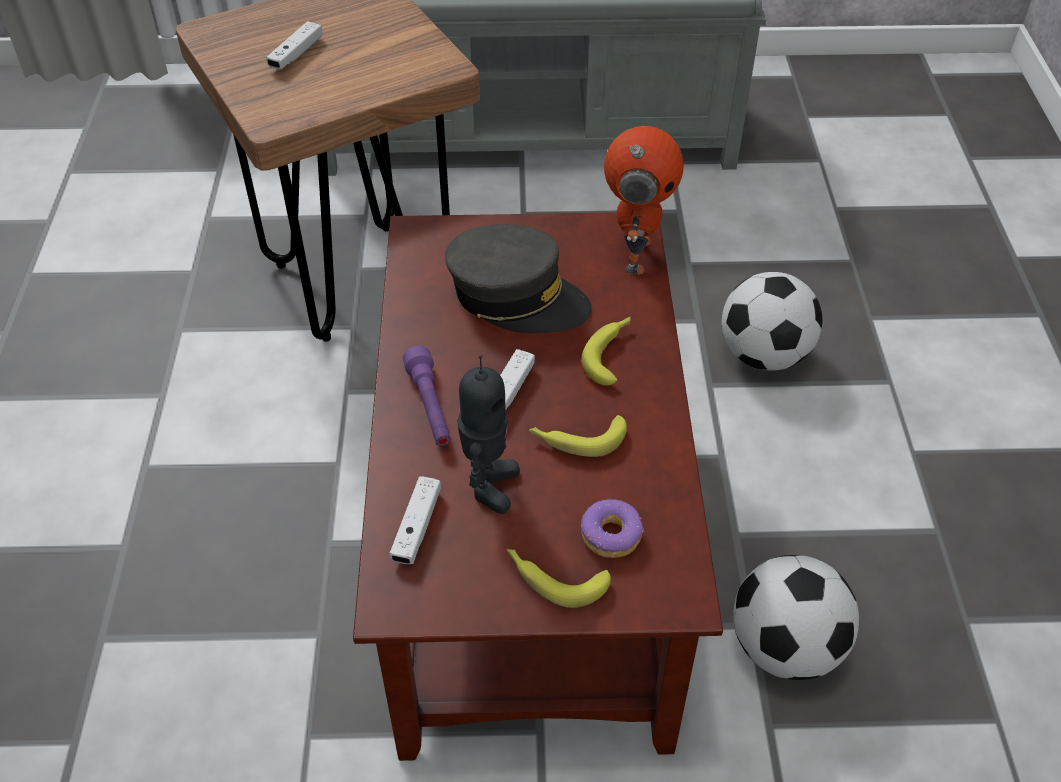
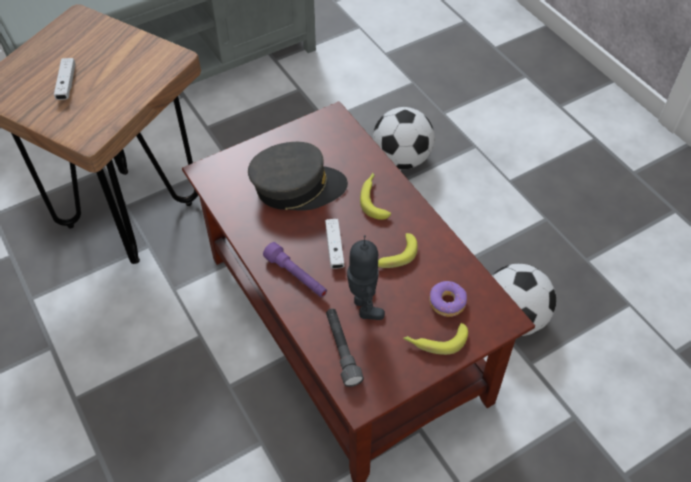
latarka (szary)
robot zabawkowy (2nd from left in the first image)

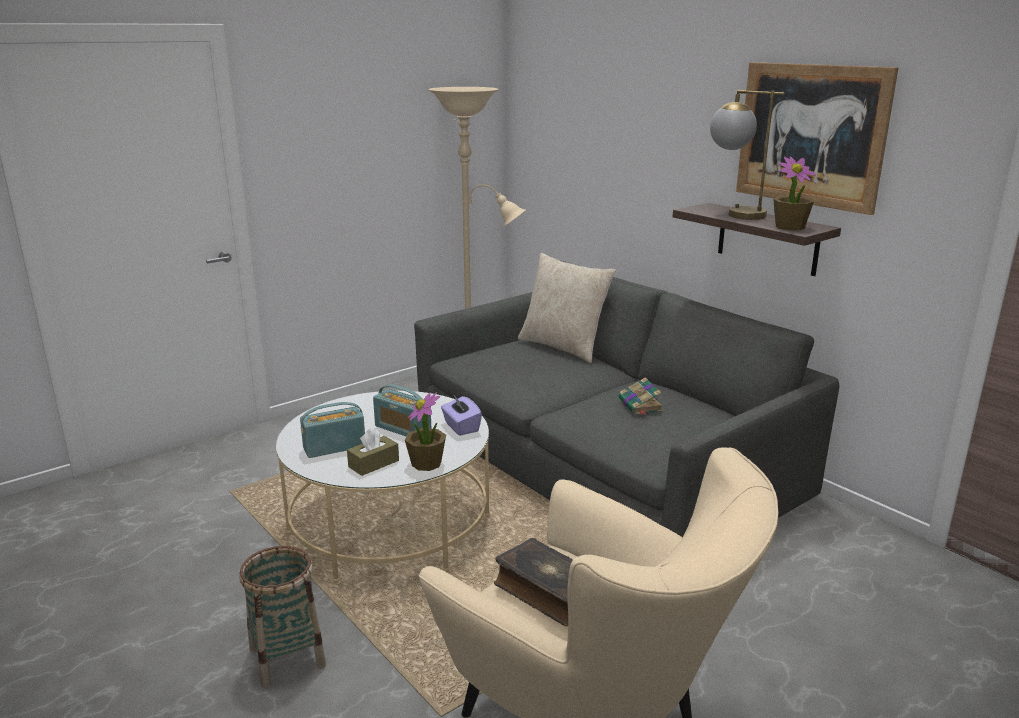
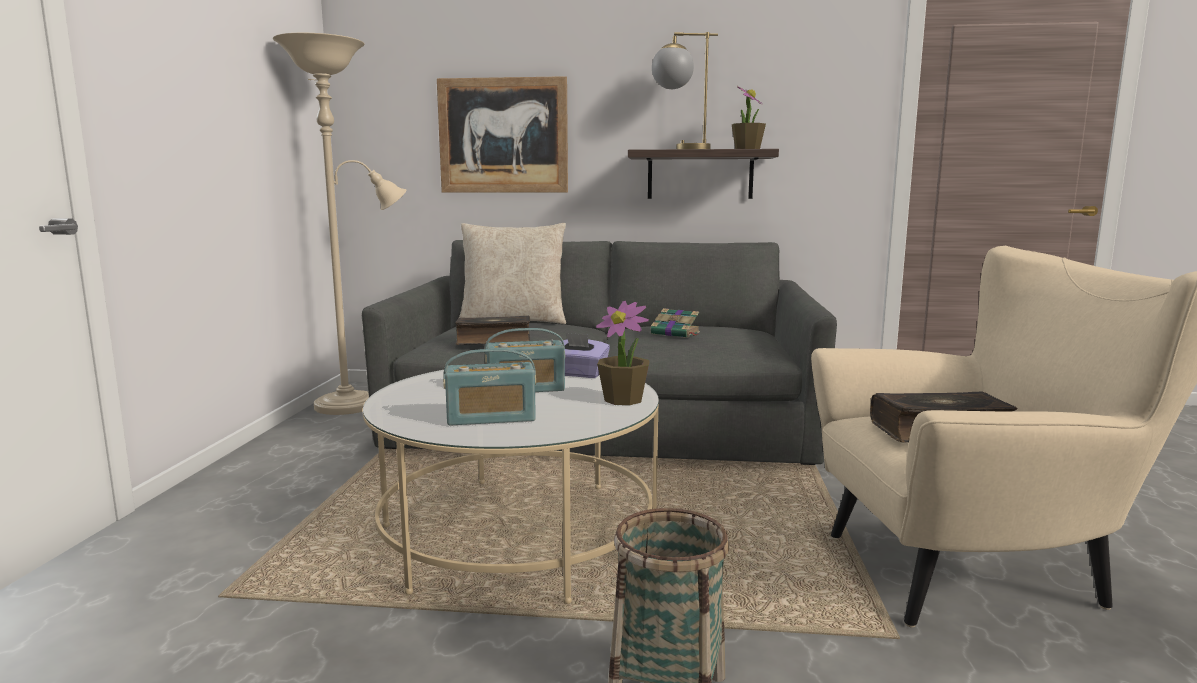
obraz
radio (1st from left)
książka (1st from left)
pudełko chusteczek (brązowy)

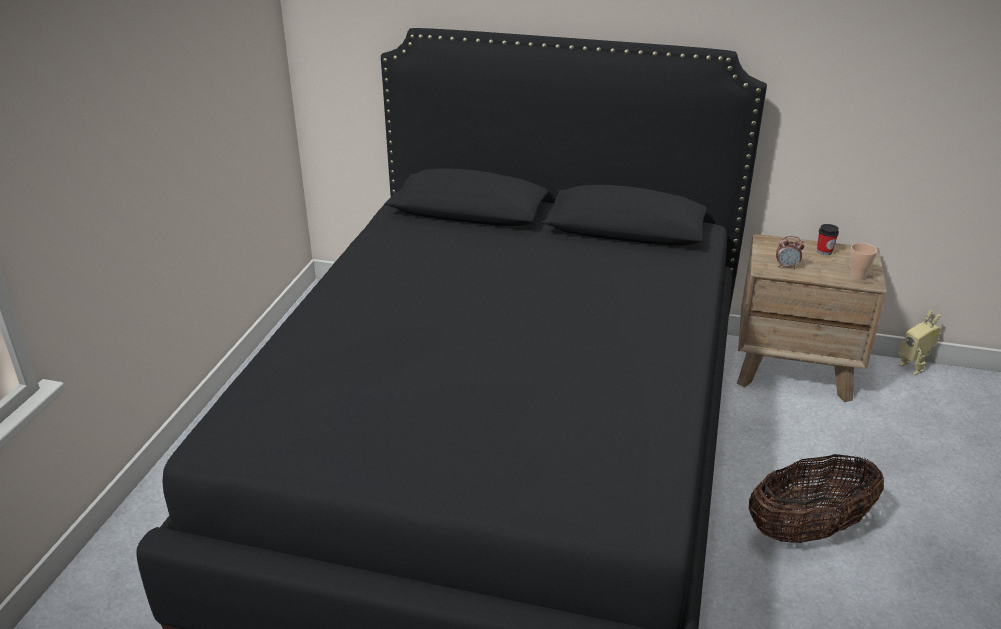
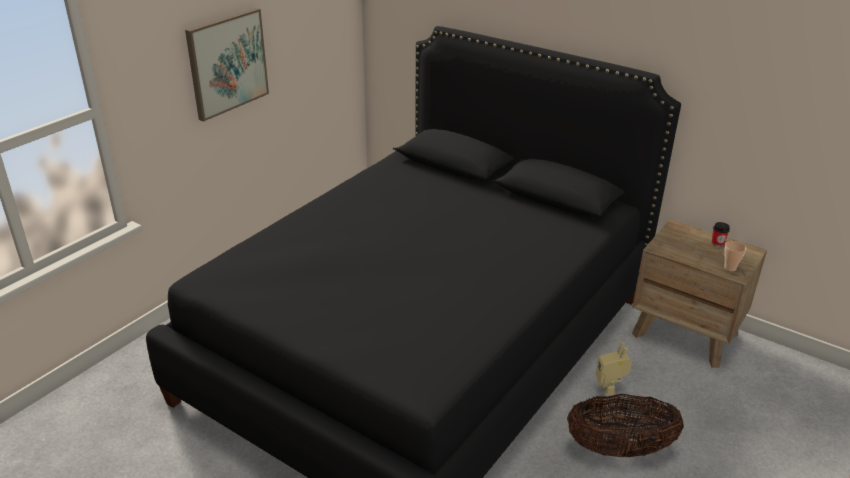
obraz
robot zabawkowy
budzik

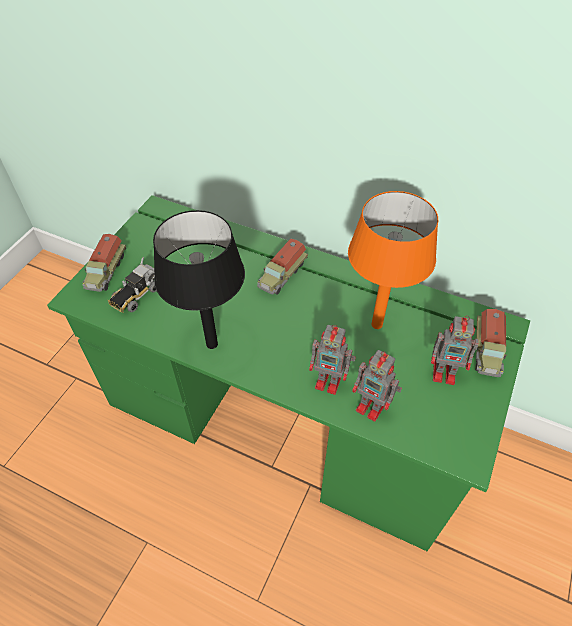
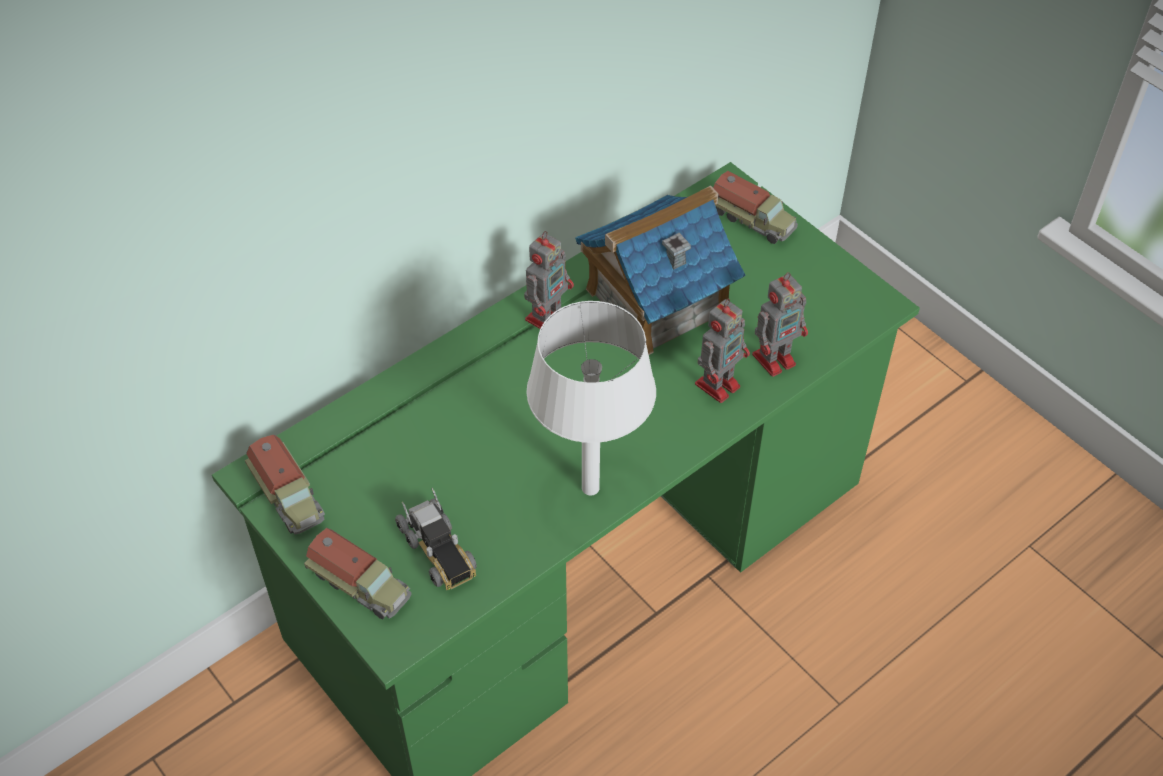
ciężarówka zabawkowa (1st from left)
robot zabawkowy (1st from left)
lampa stołowa (biały)
domek

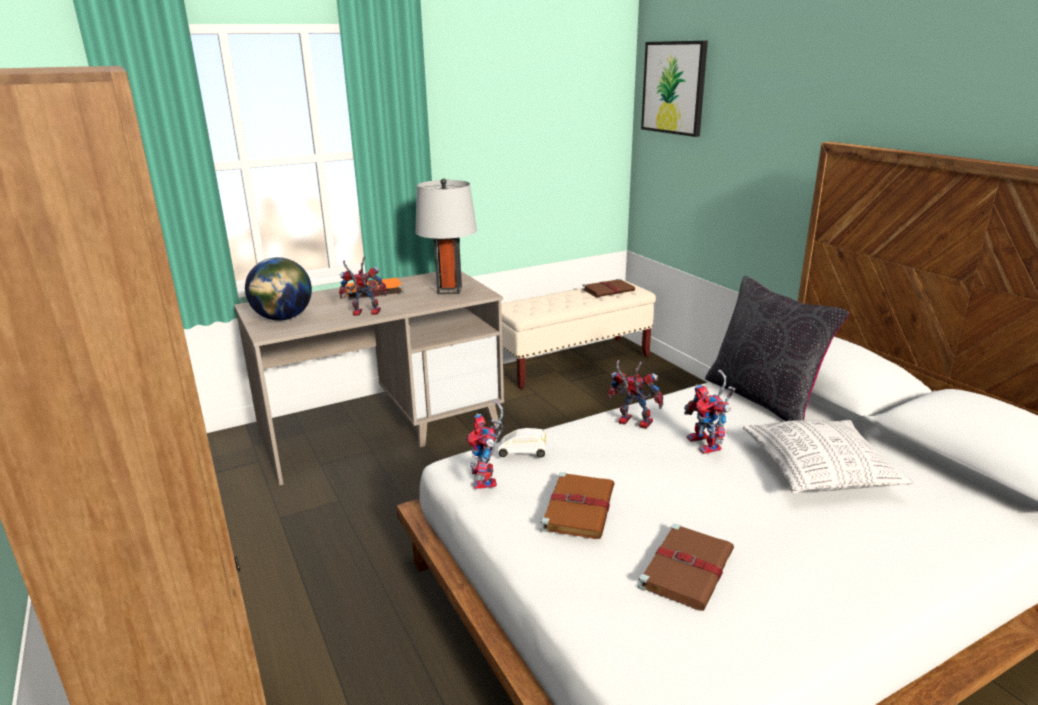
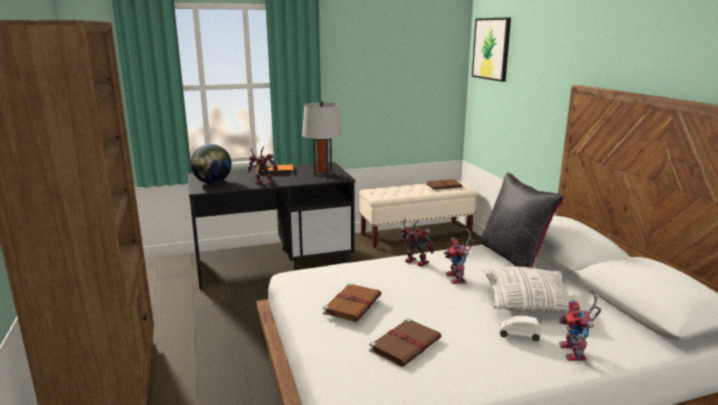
biurko (czarny)
samochodzik (biały)
robot zabawkowy (4th from left)

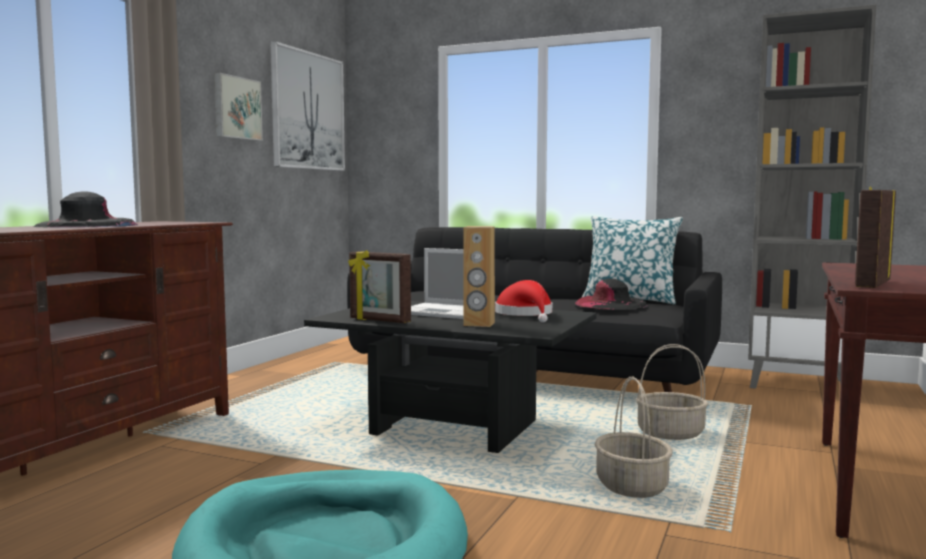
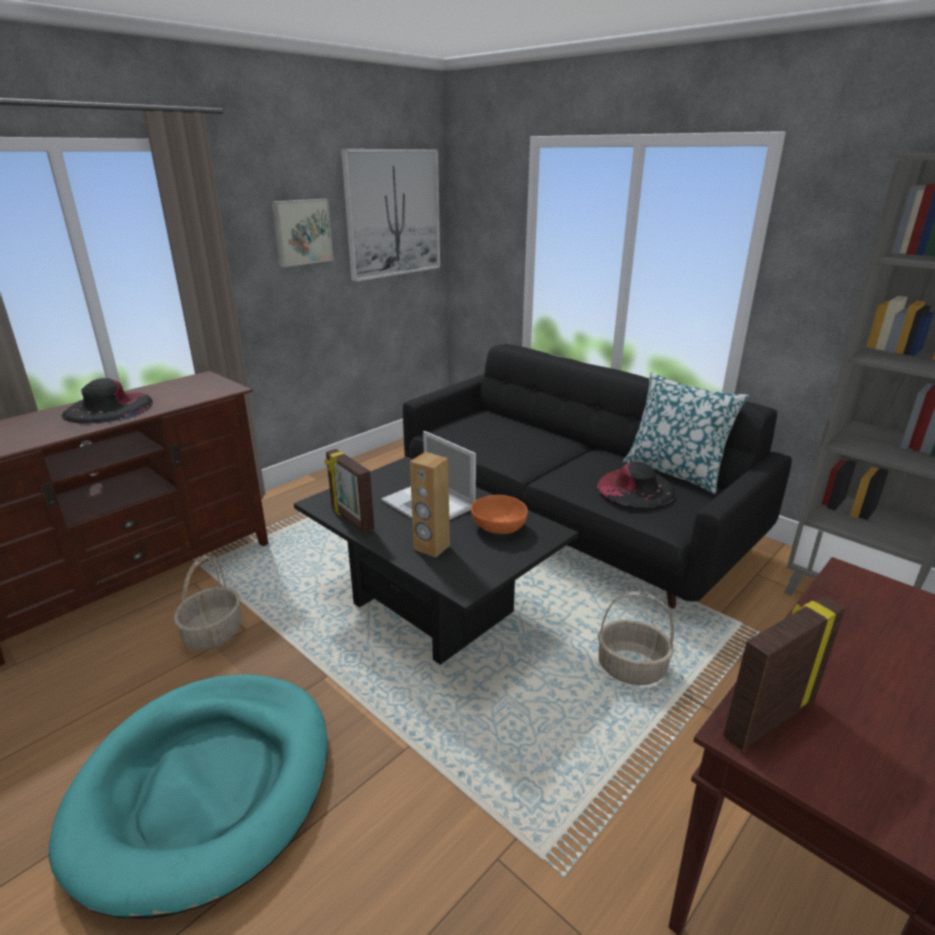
koszyk (1st from left)
miska (pomarańczowy)

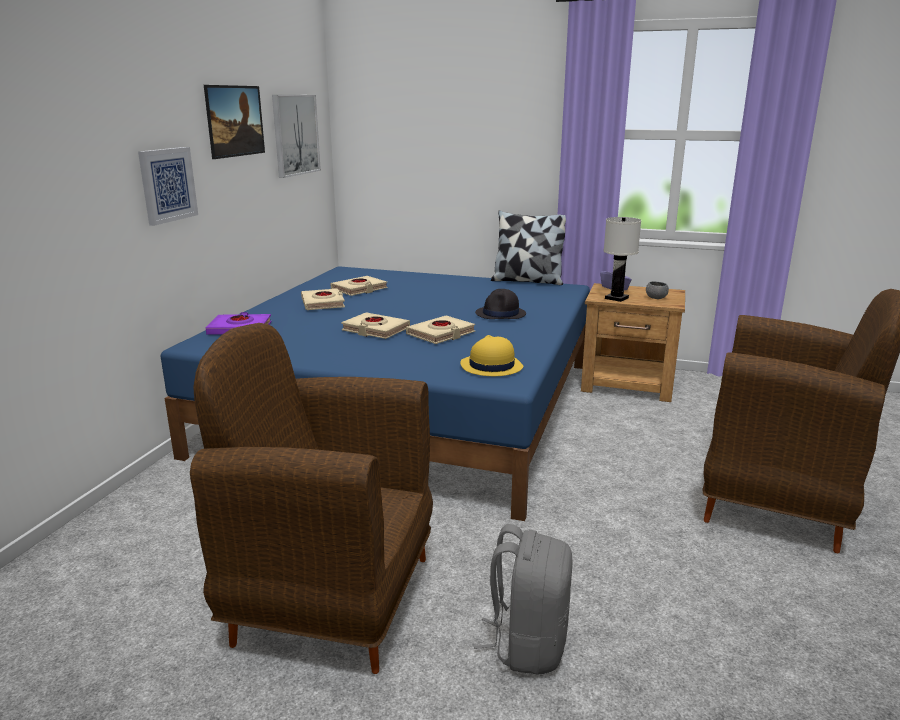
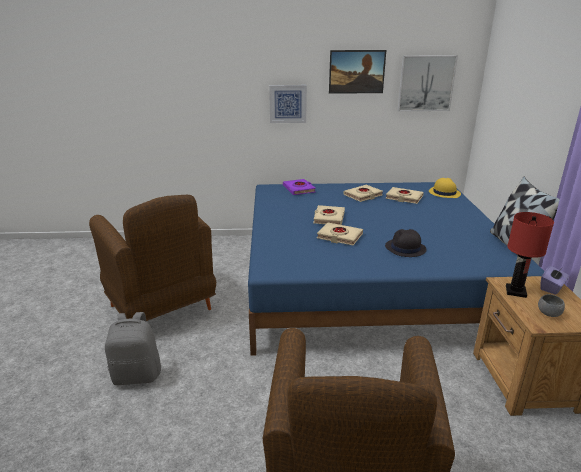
fotel (brązowy) (1st from left)
kapelusz (żółty)
lampa stołowa (czerwony)

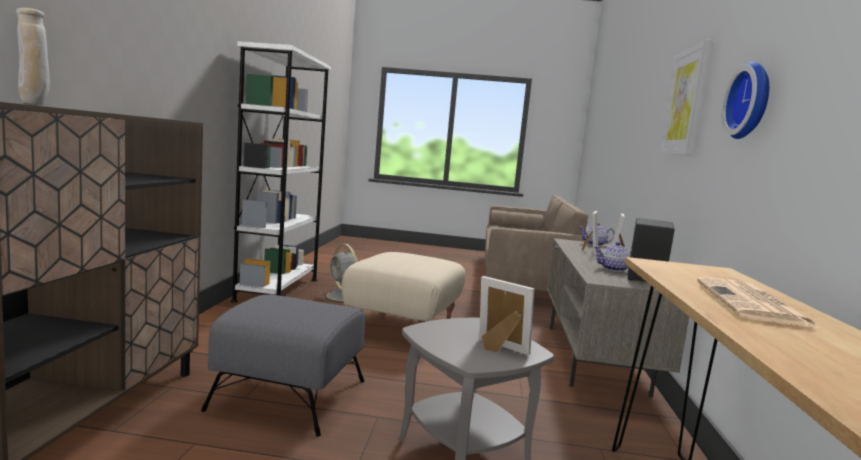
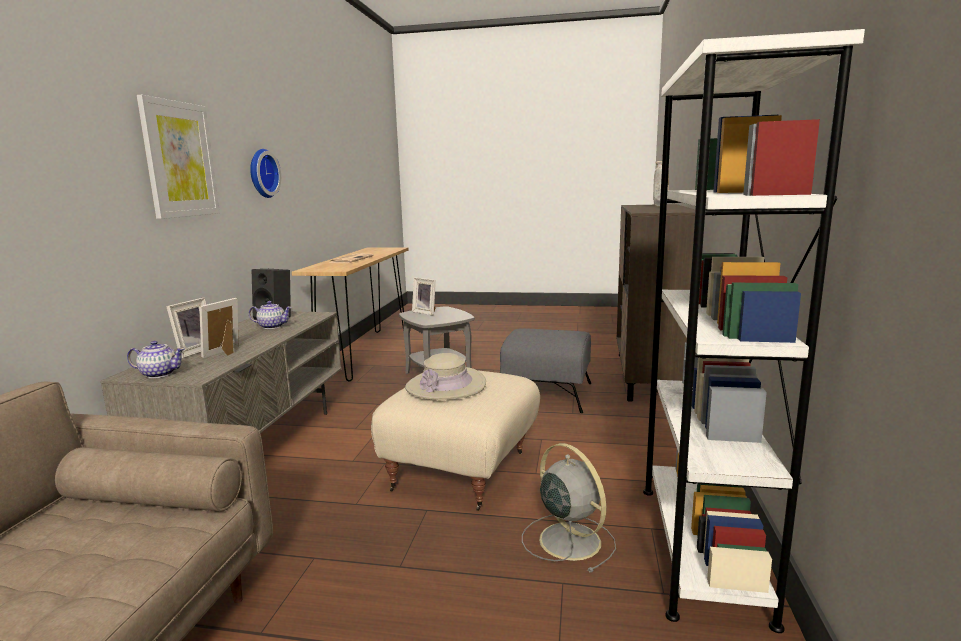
kapelusz (beżowy)

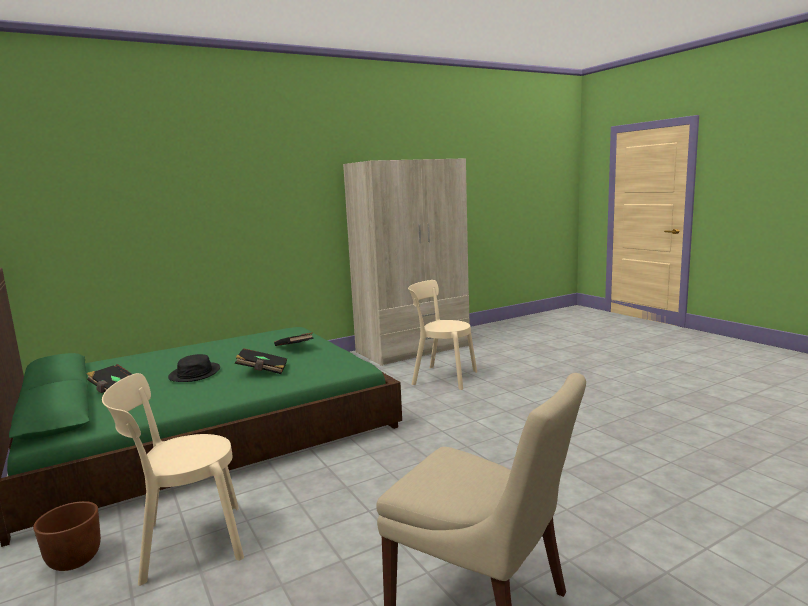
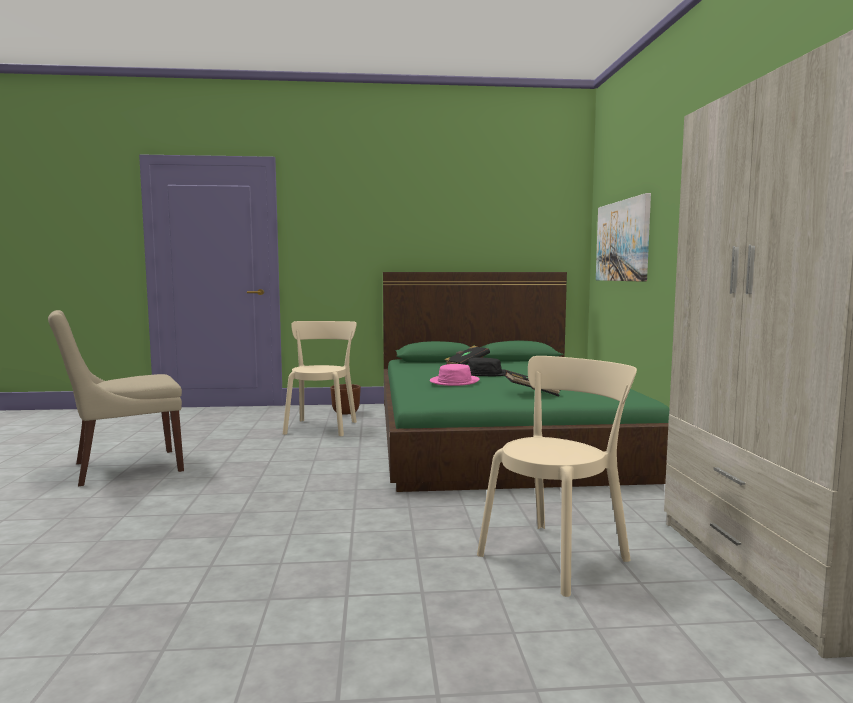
kapelusz (różowy)
obraz

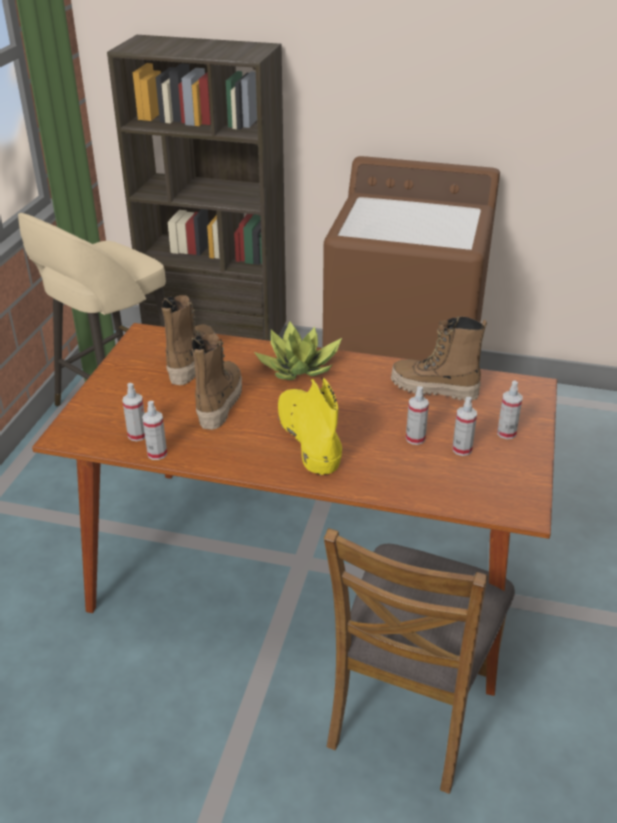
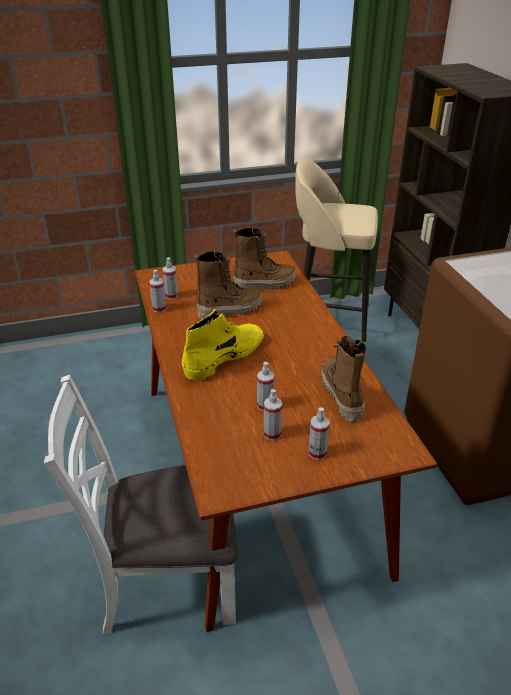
krzesło (biały)
roślina doniczkowa

